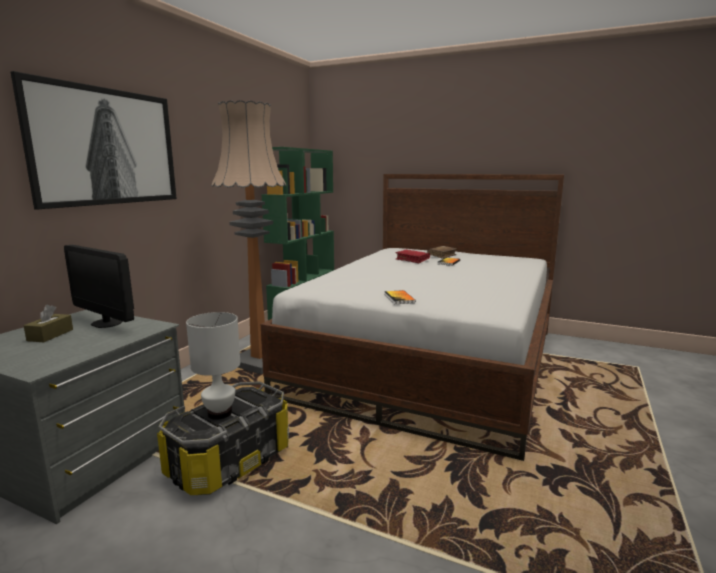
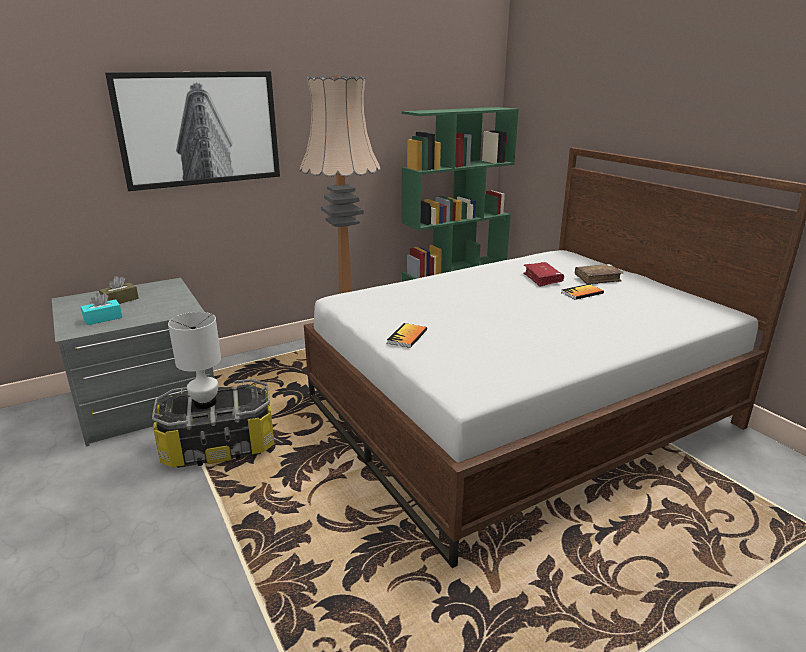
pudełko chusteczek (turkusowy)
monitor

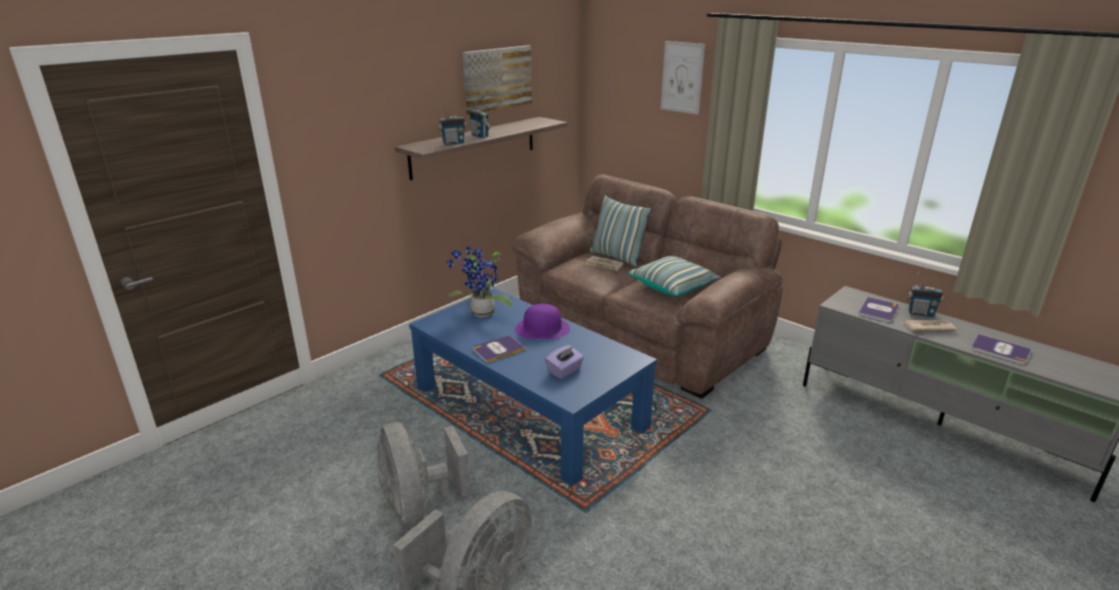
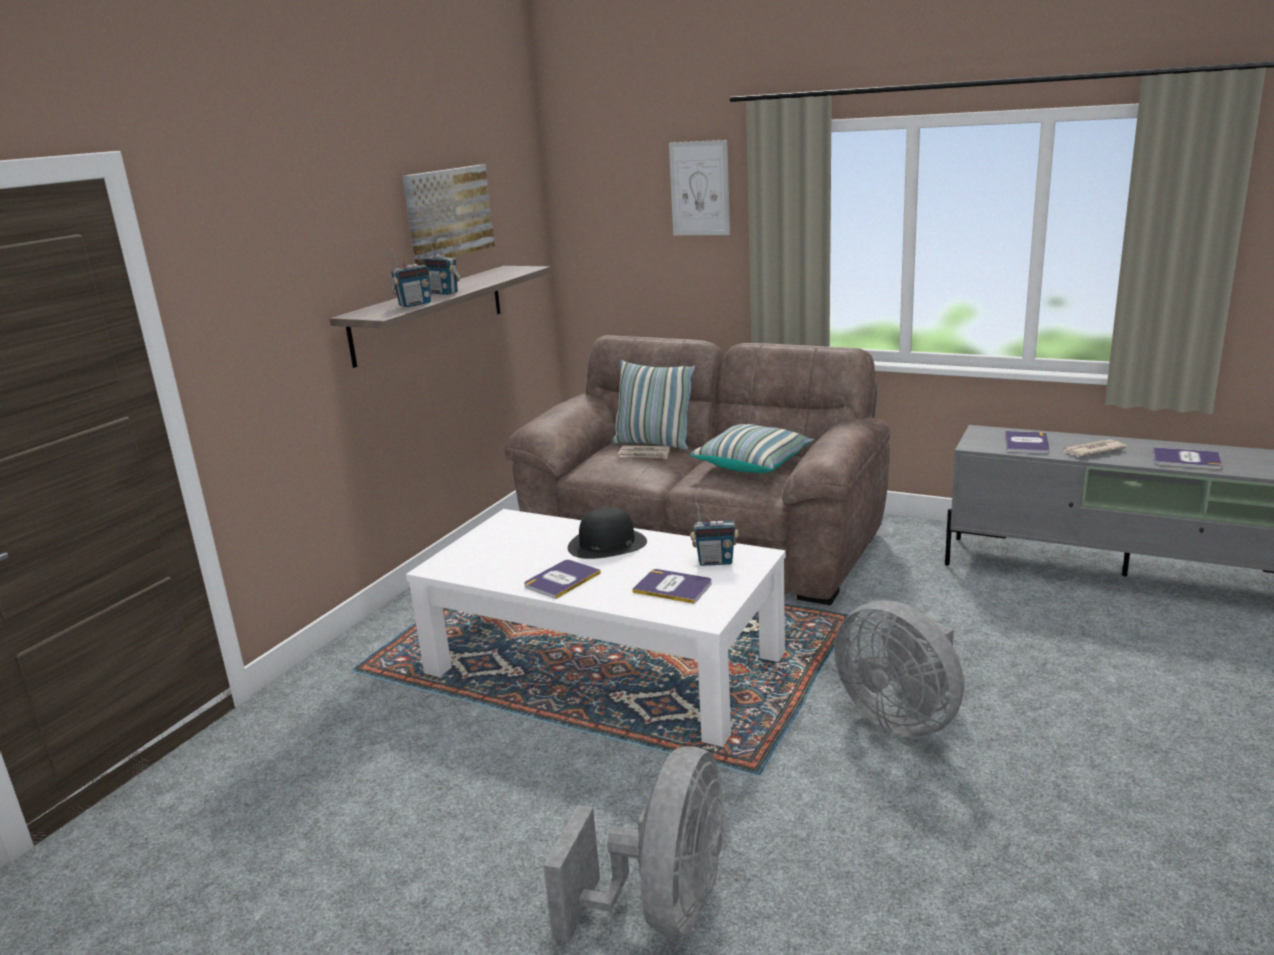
ława (biały)
kapelusz (czarny)
książka (2nd from left)
radio (3rd from left)
wentylator (szary) (2nd from left)
roślina doniczkowa

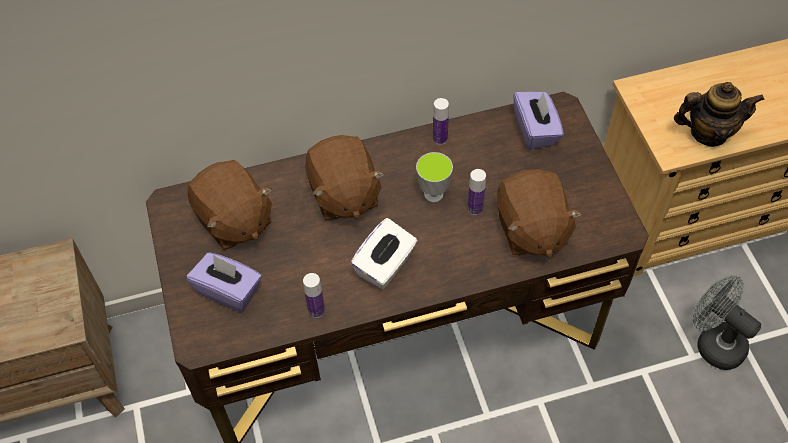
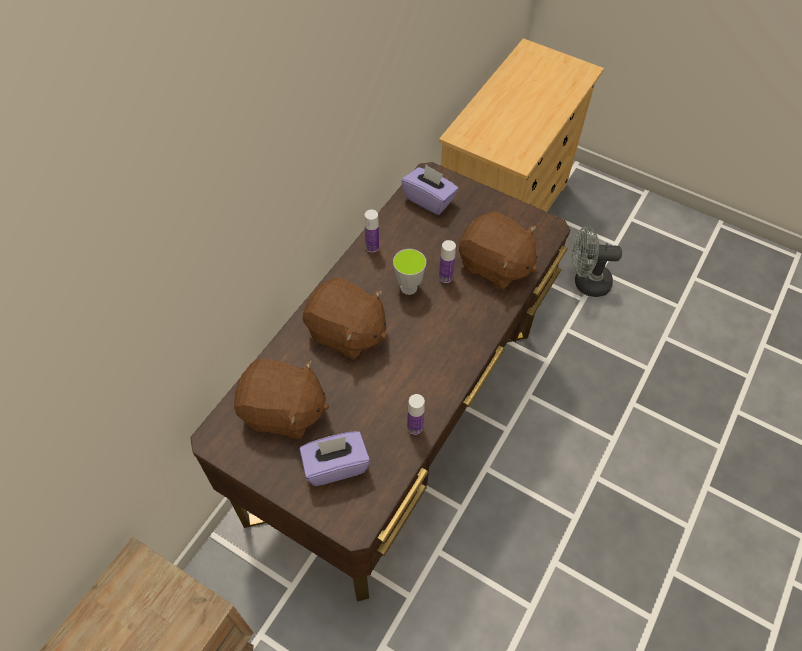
pudełko chusteczek (biały)
imbryk

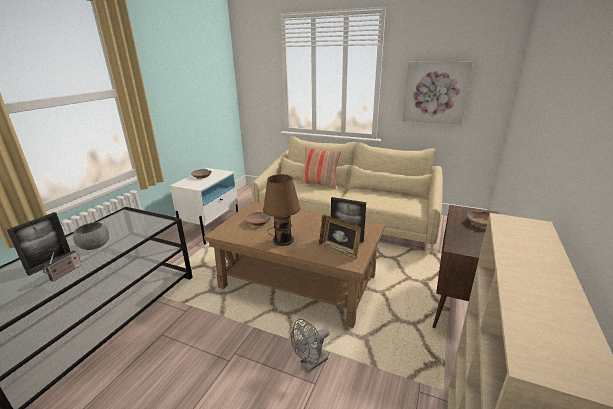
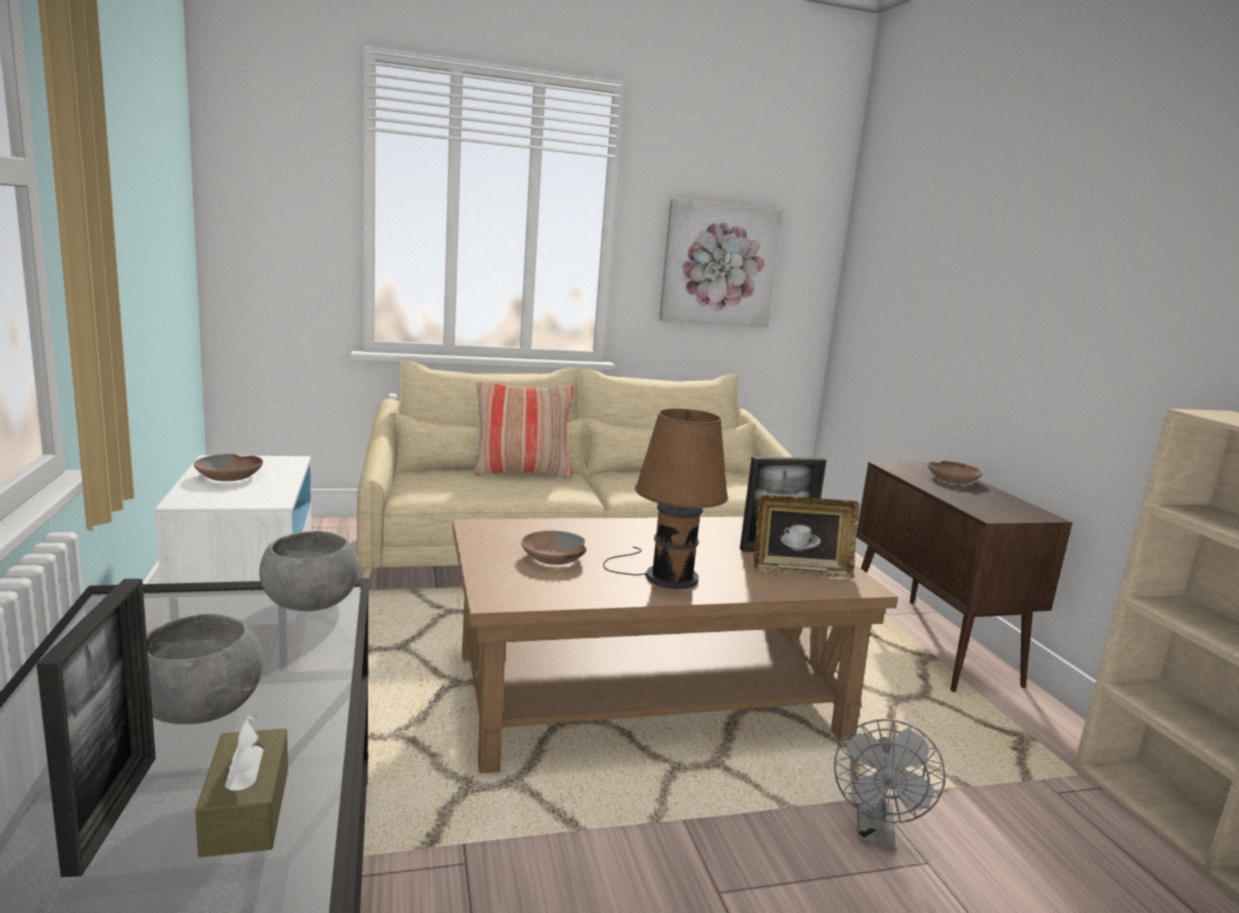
pudełko chusteczek (brązowy)
miska (szary) (2nd from left)

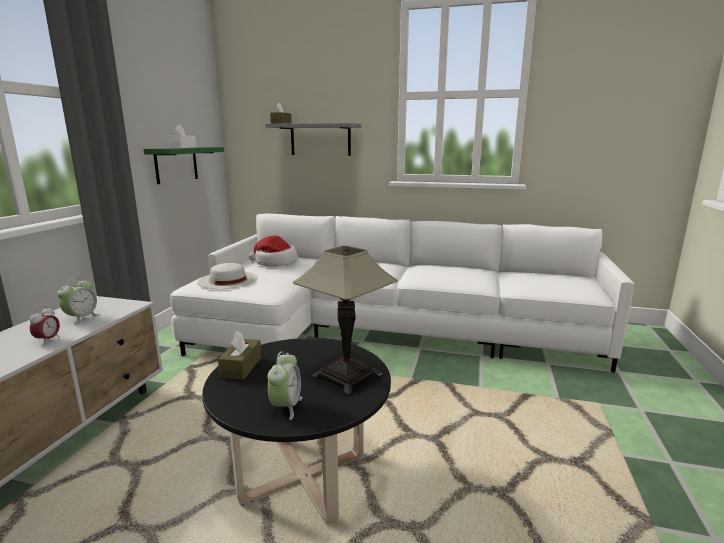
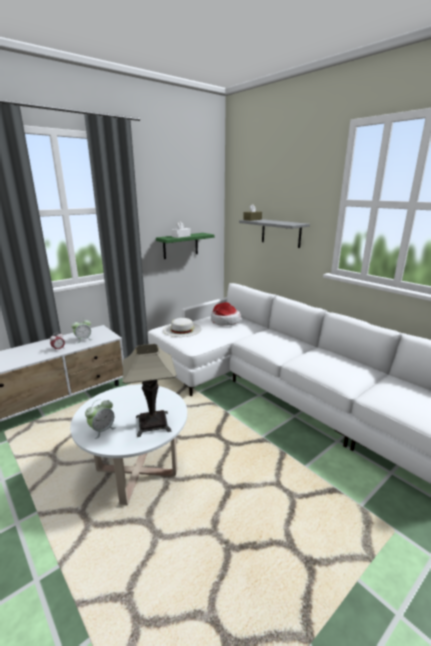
ława (biały)
pudełko chusteczek (brązowy) (1st from left in the first image)

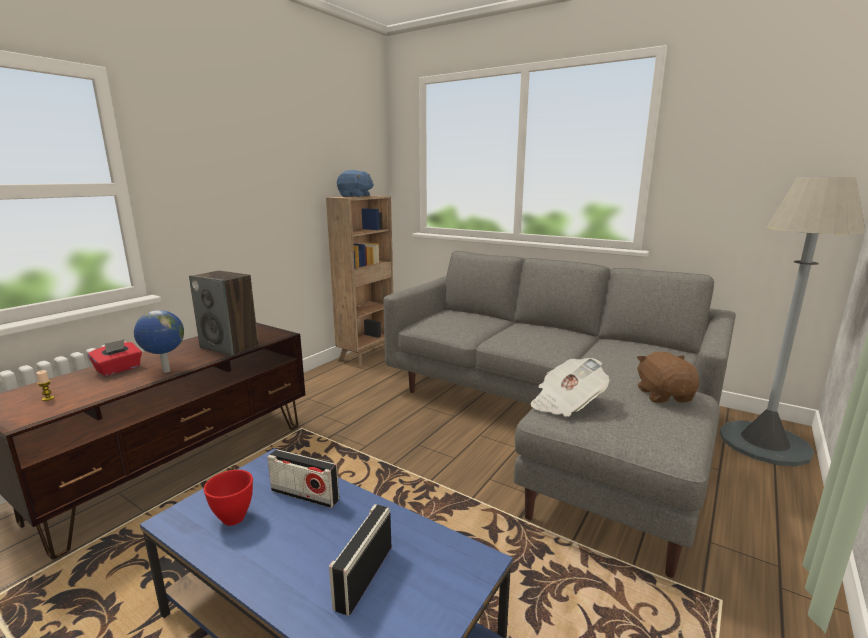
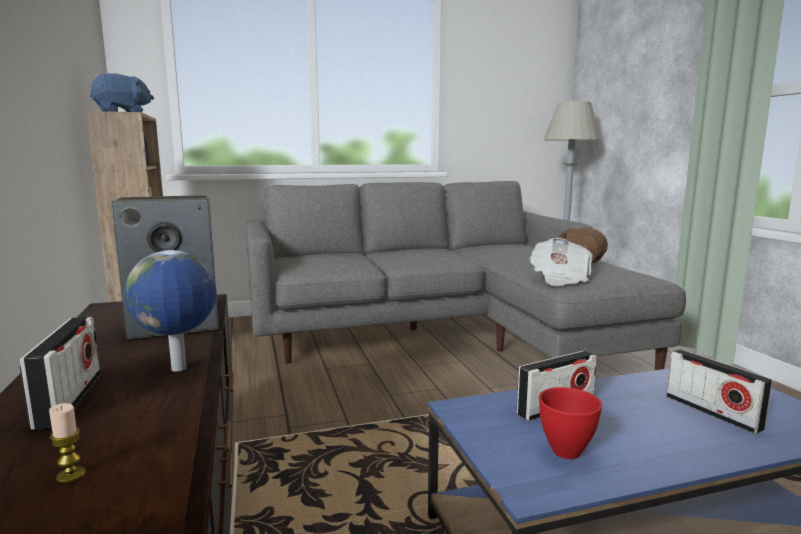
radio (1st from left)

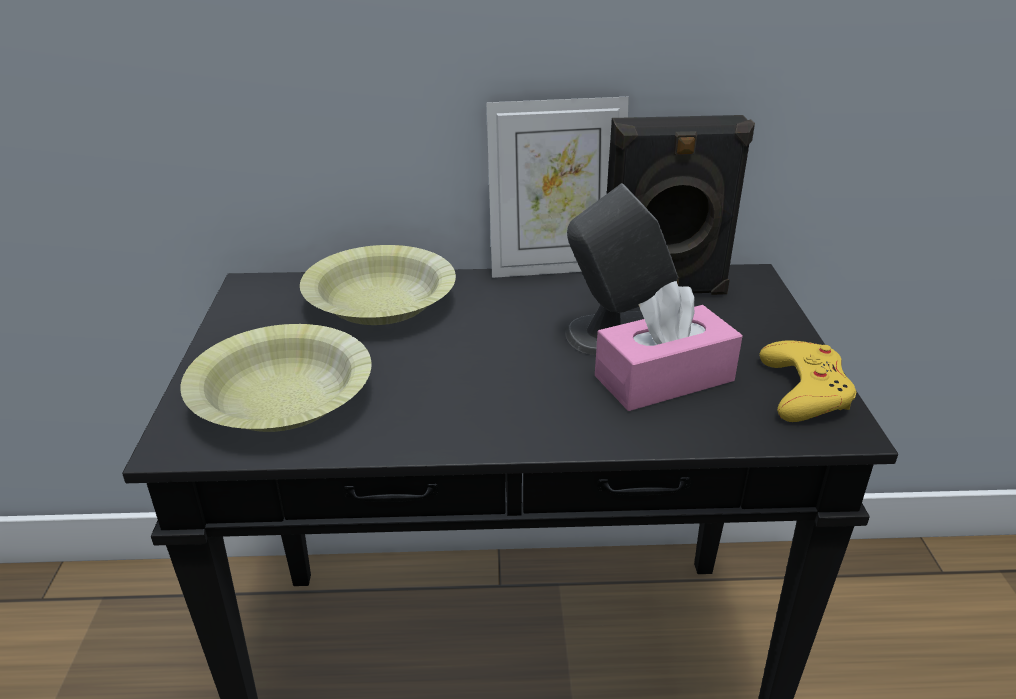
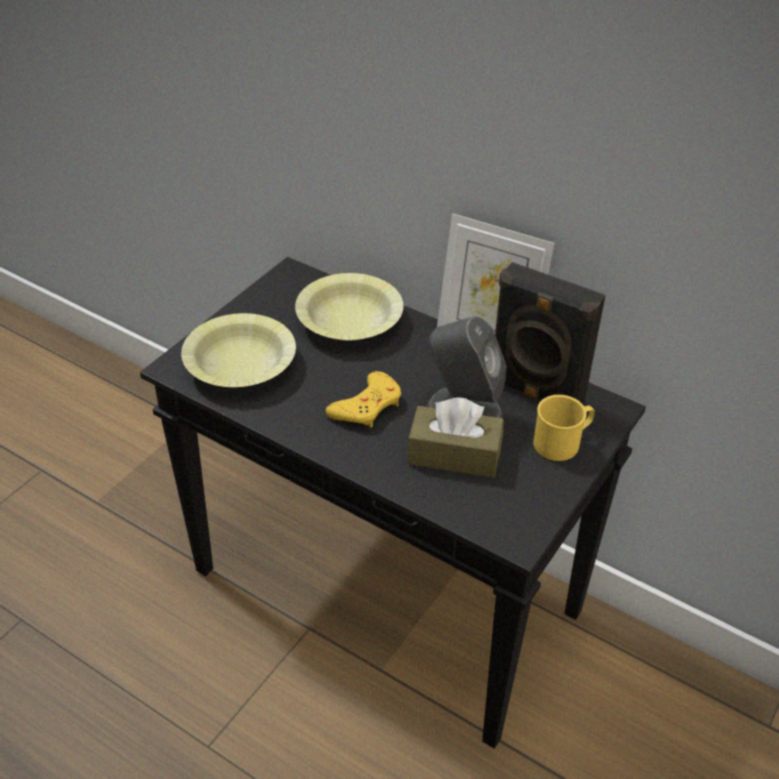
pad do gier (żółty)
pudełko chusteczek (brązowy)
kubek (żółty)

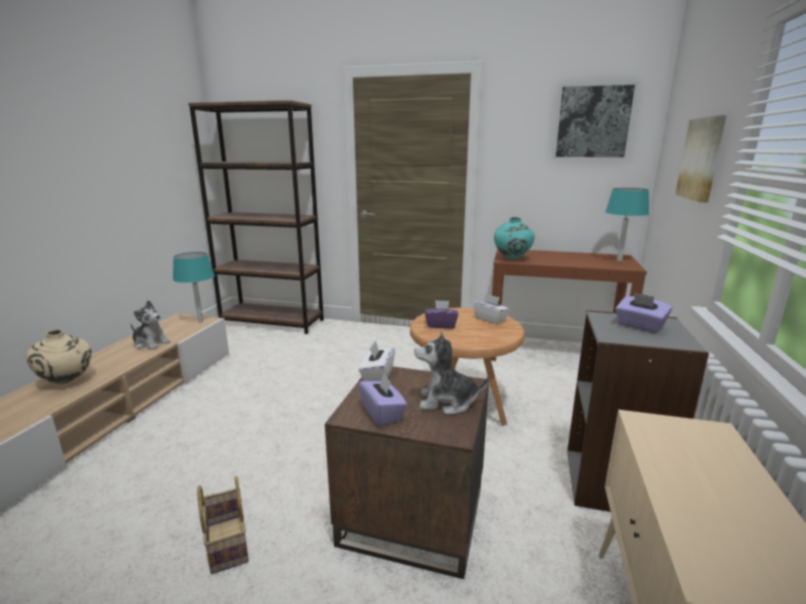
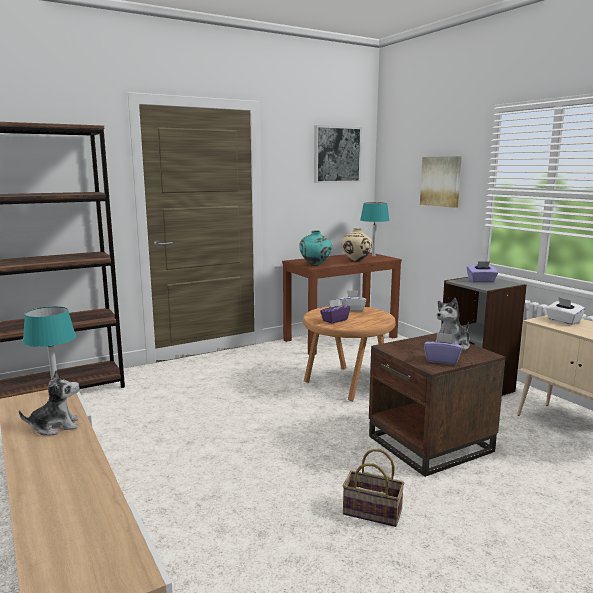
wazon (beżowy)
pudełko chusteczek (biały) (2nd from left)

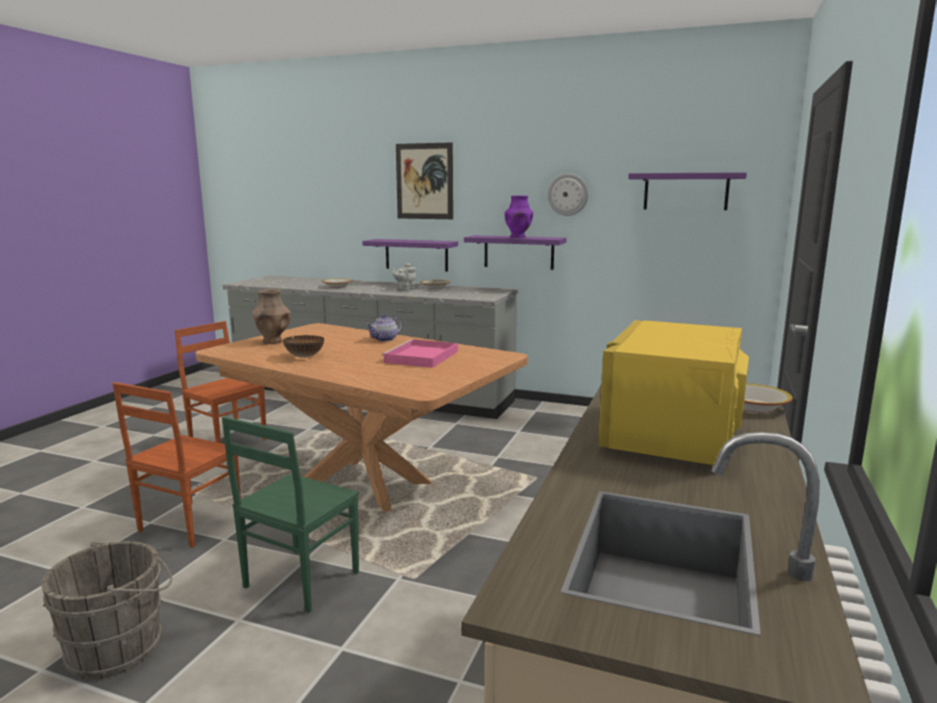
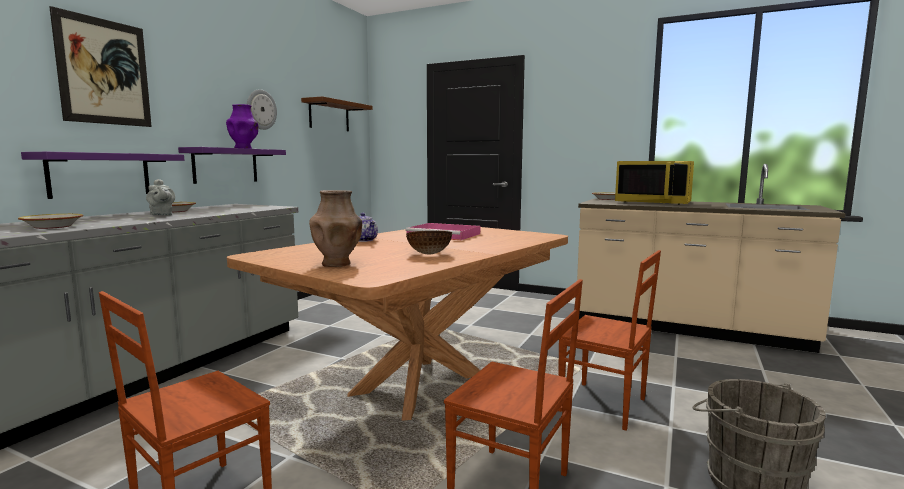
półka (brązowy)
krzesło (brązowy) (3rd from left)

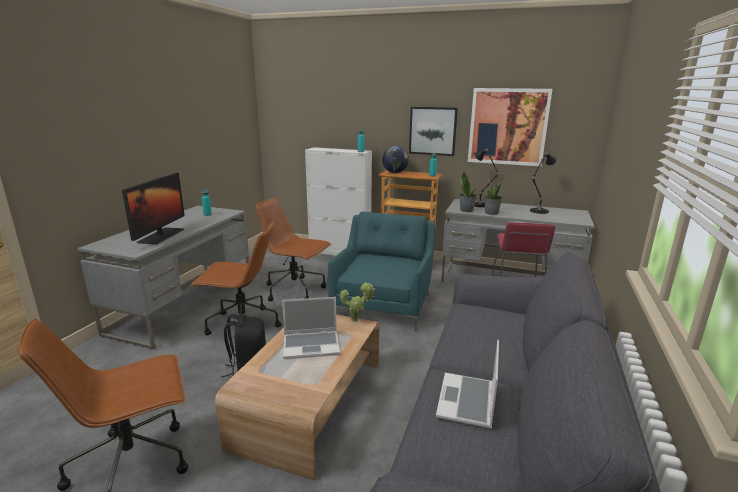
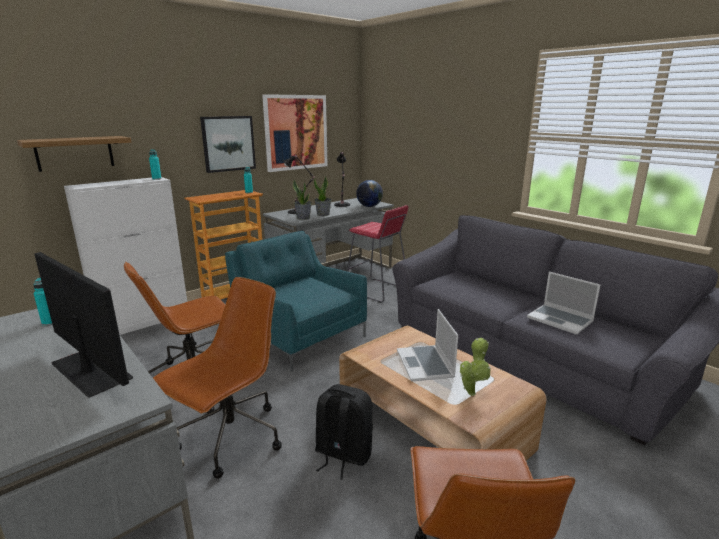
półka
globus
laptop (1st from left)
roślina doniczkowa (3rd from left)

